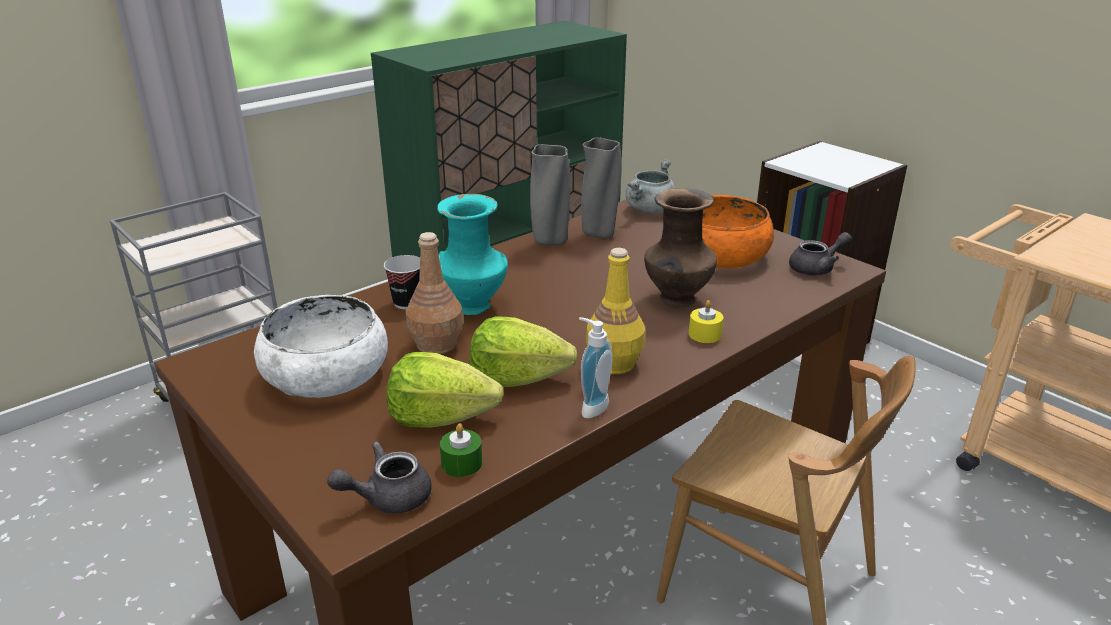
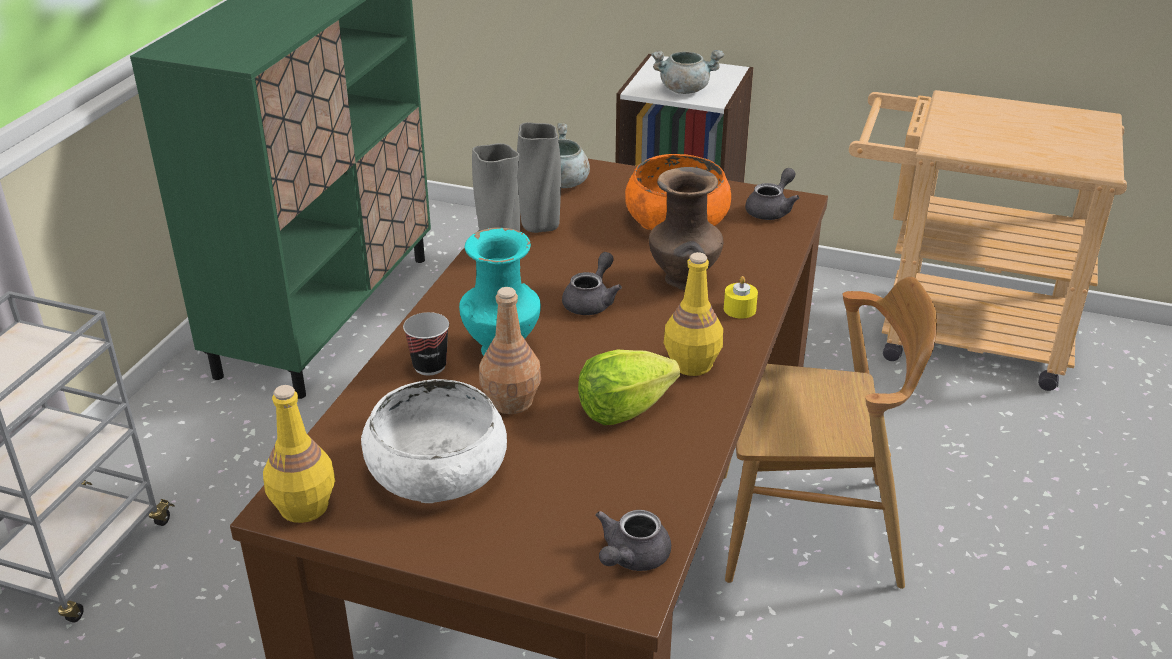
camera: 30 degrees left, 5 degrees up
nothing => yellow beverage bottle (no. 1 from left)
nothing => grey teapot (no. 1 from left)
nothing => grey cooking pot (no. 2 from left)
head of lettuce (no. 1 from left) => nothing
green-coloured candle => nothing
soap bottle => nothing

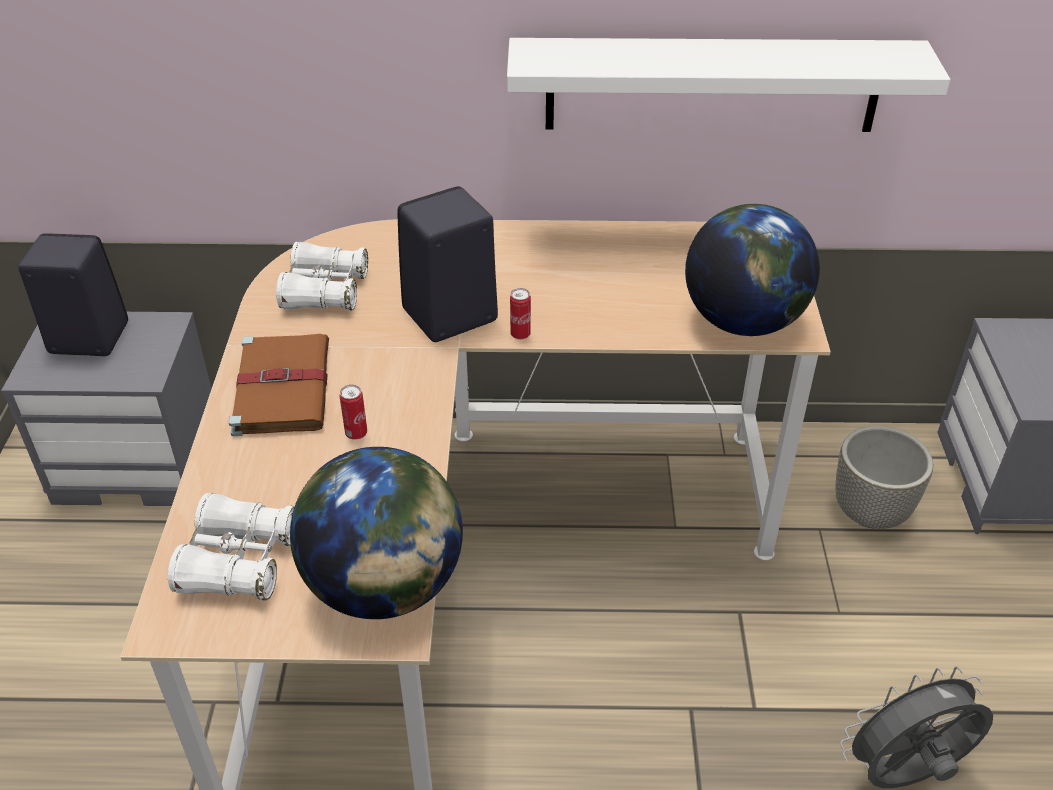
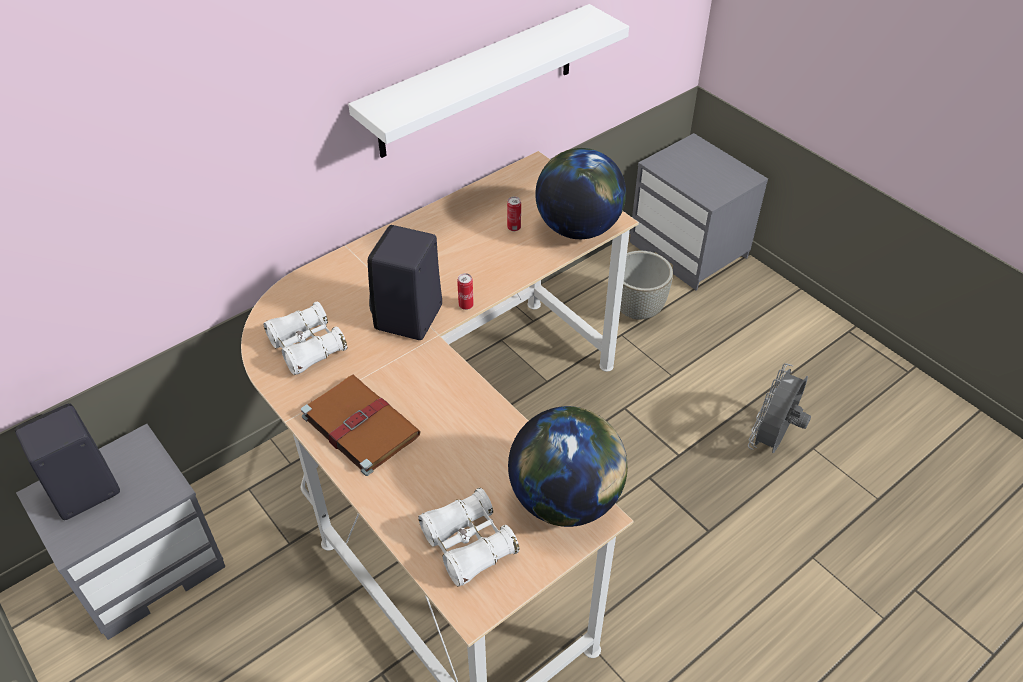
camera: 40 degrees left, 5 degrees up
sealed can (no. 1 from left in the first image) => sealed can (no. 2 from left), shifted

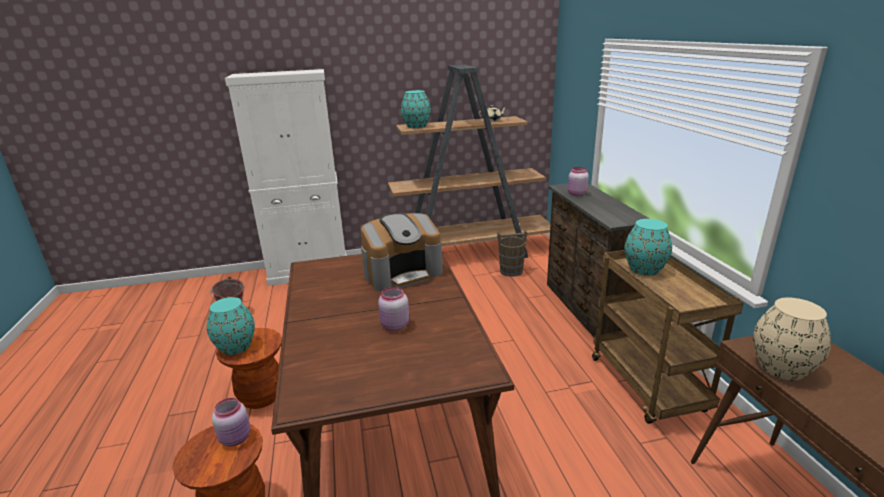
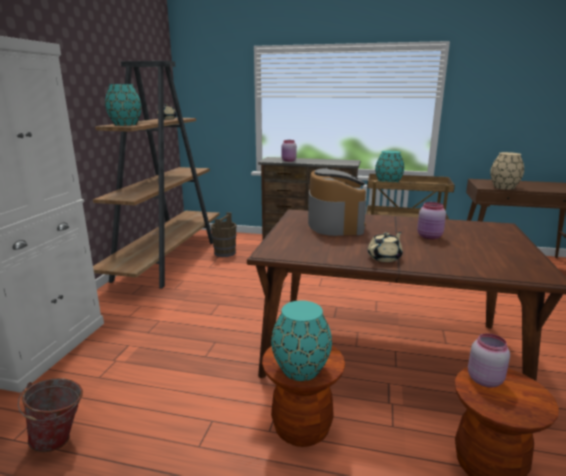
camera: 65 degrees left, 5 degrees down
nothing => sand-coloured teapot (no. 2 from left)

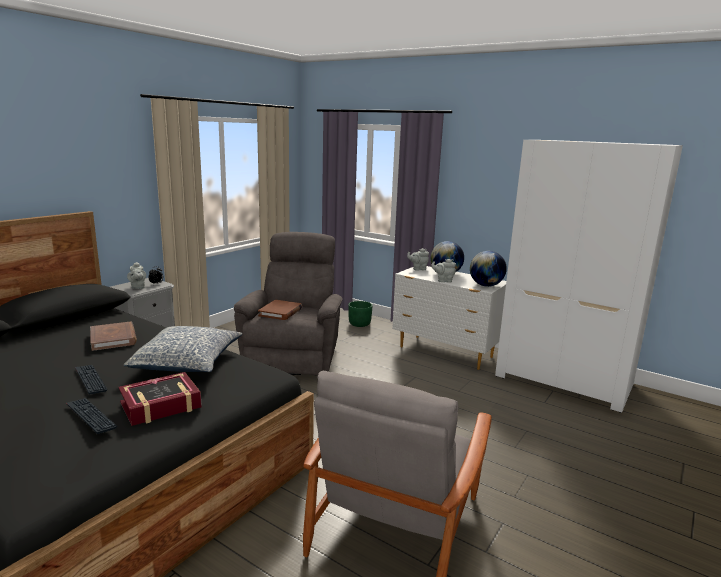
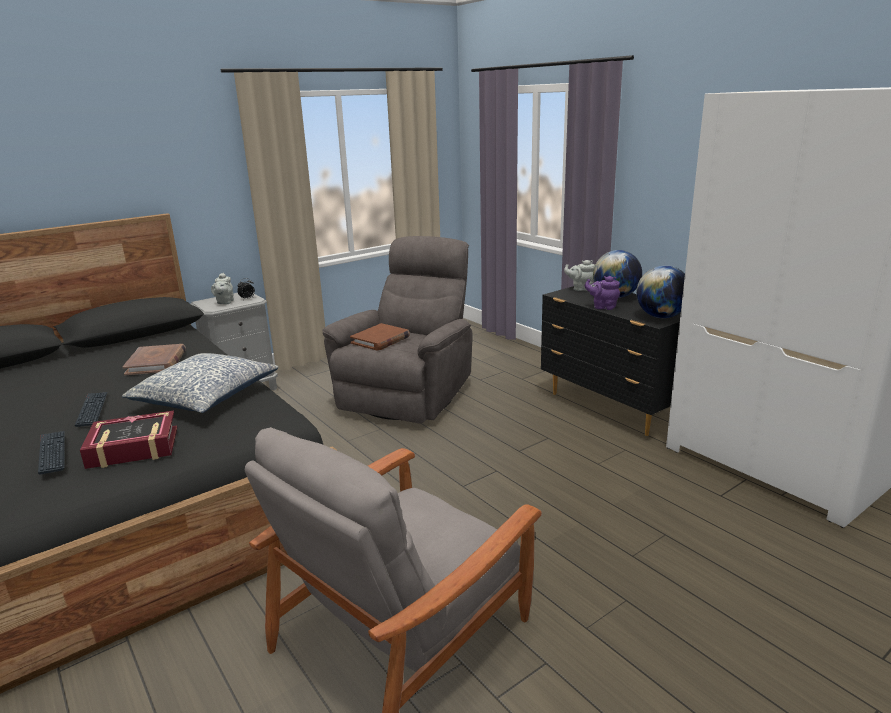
camera: 20 degrees right, 5 degrees up
white-coloured drawer chest => blackish drawer chest
grey teapot (no. 3 from left) => purple teapot
green-coloured flower pot => nothing

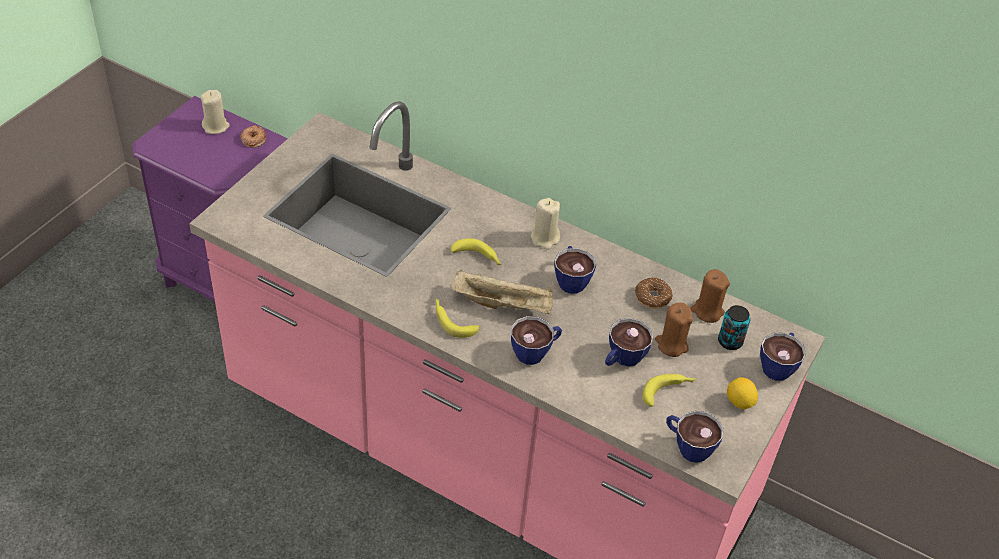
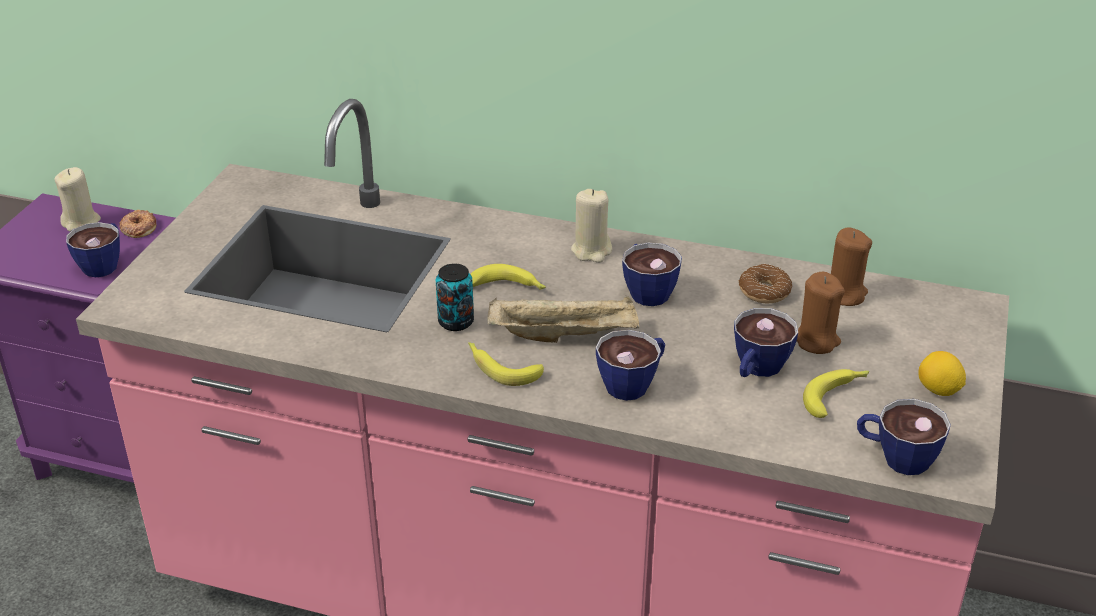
camera: 10 degrees left, 10 degrees down
drinking cup (no. 5 from left in the first image) => drinking cup (no. 1 from left), shifted
sealed can, shifted

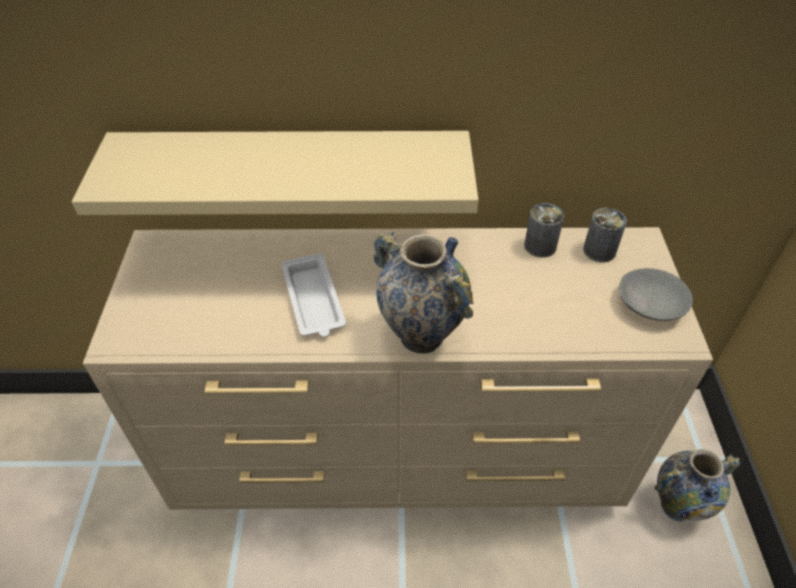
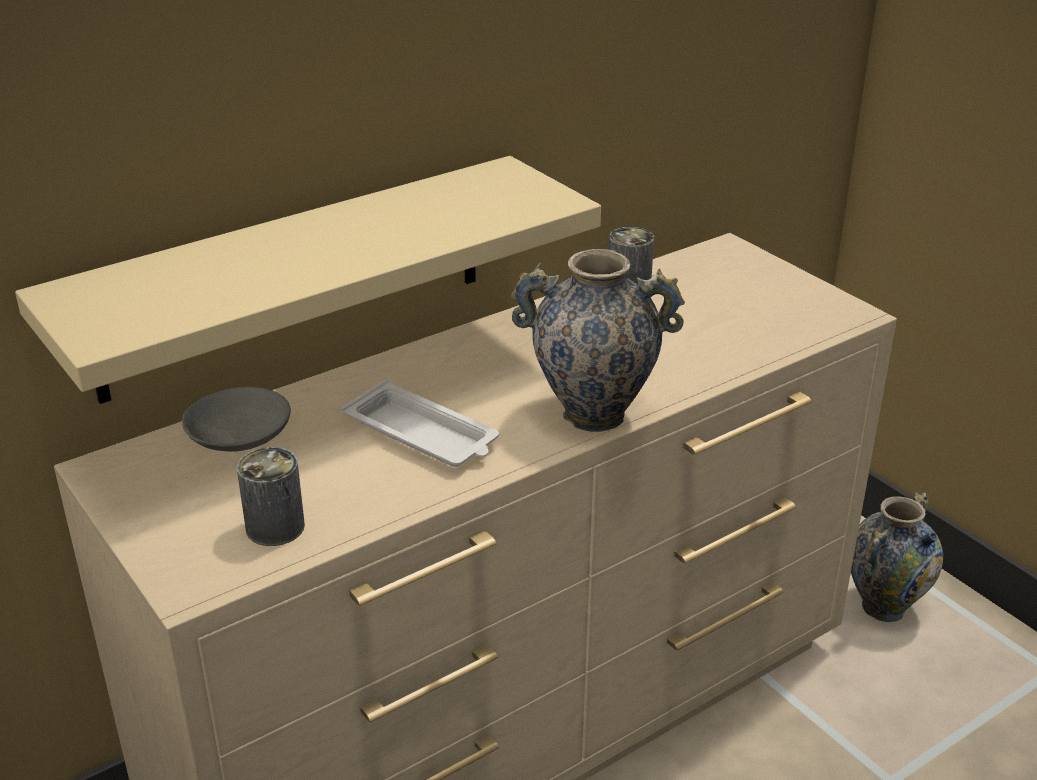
camera: 35 degrees left, 15 degrees down
grey serving bowl, shifted
sealed can (no. 2 from left in the first image) => sealed can (no. 1 from left), shifted

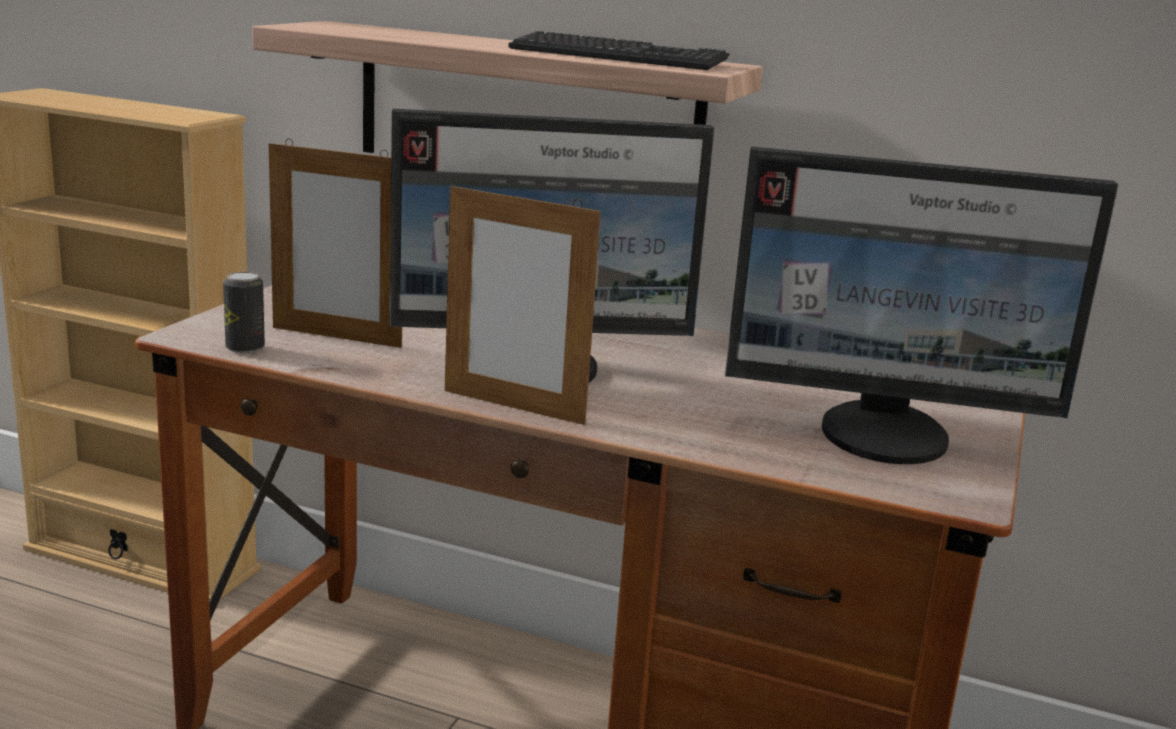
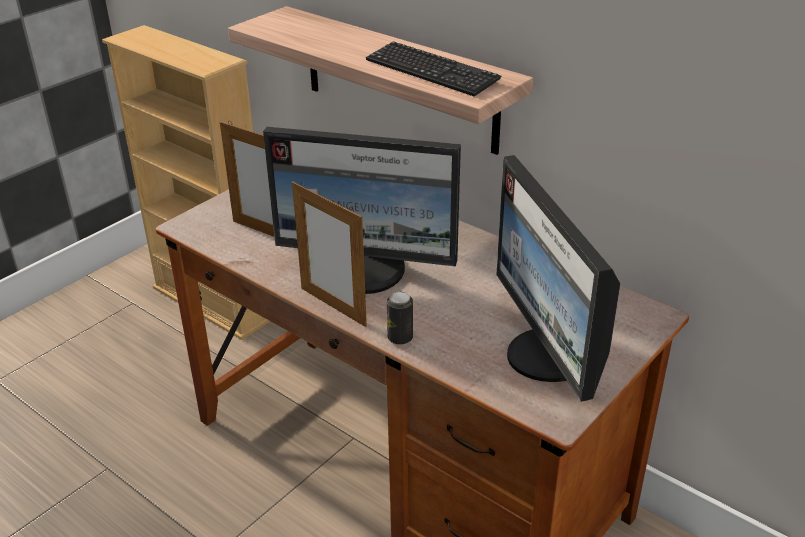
camera: 20 degrees right, 15 degrees up
sealed can, shifted
computer display (no. 2 from left), 45 degrees clockwise

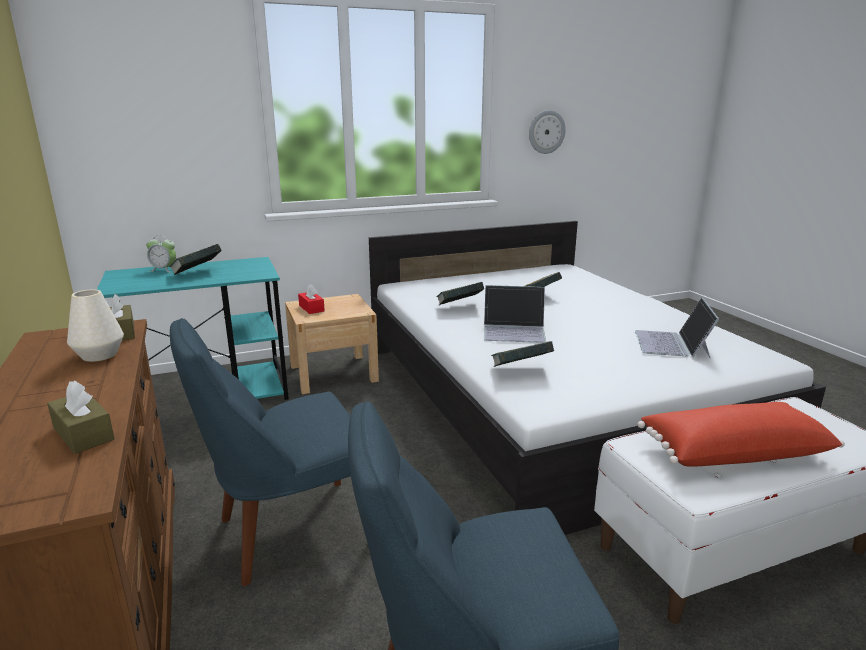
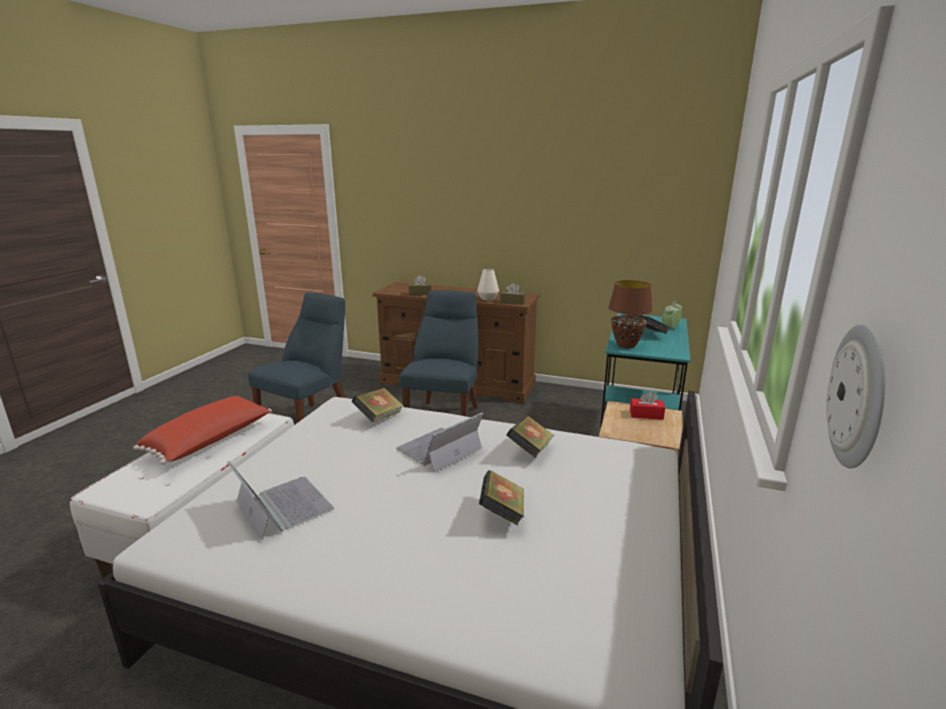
camera: 130 degrees right, 0 degrees up
nothing => brownish table lamp

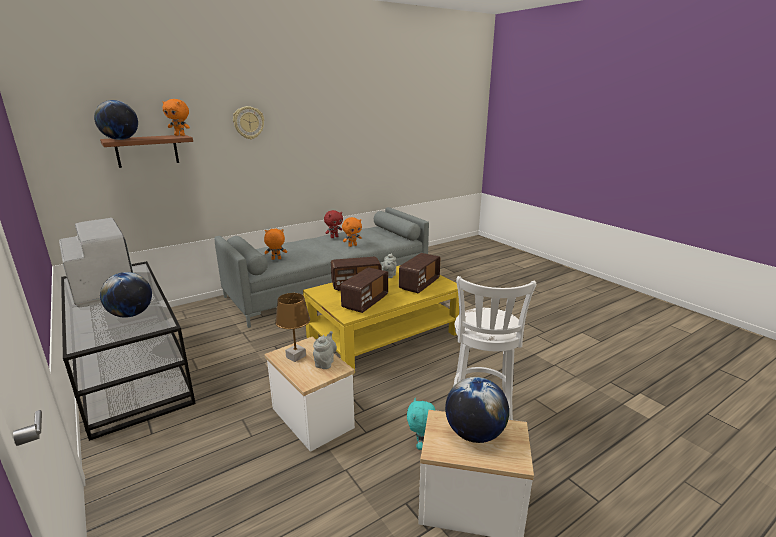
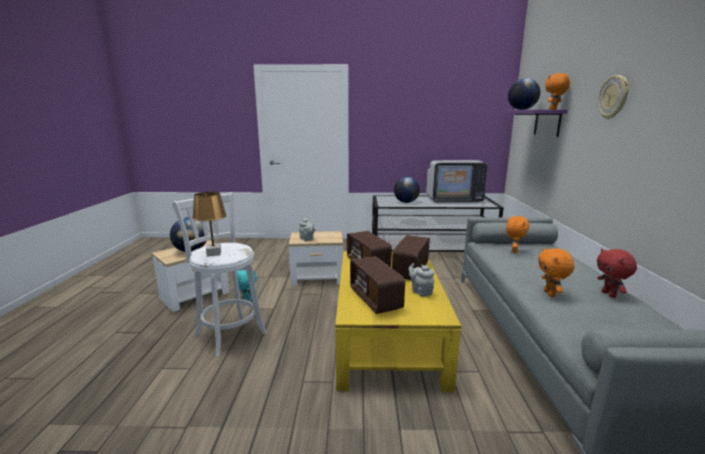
camera: 125 degrees right, 5 degrees down
brownish table lamp, shifted
brownish wall shelf => purple wall shelf

